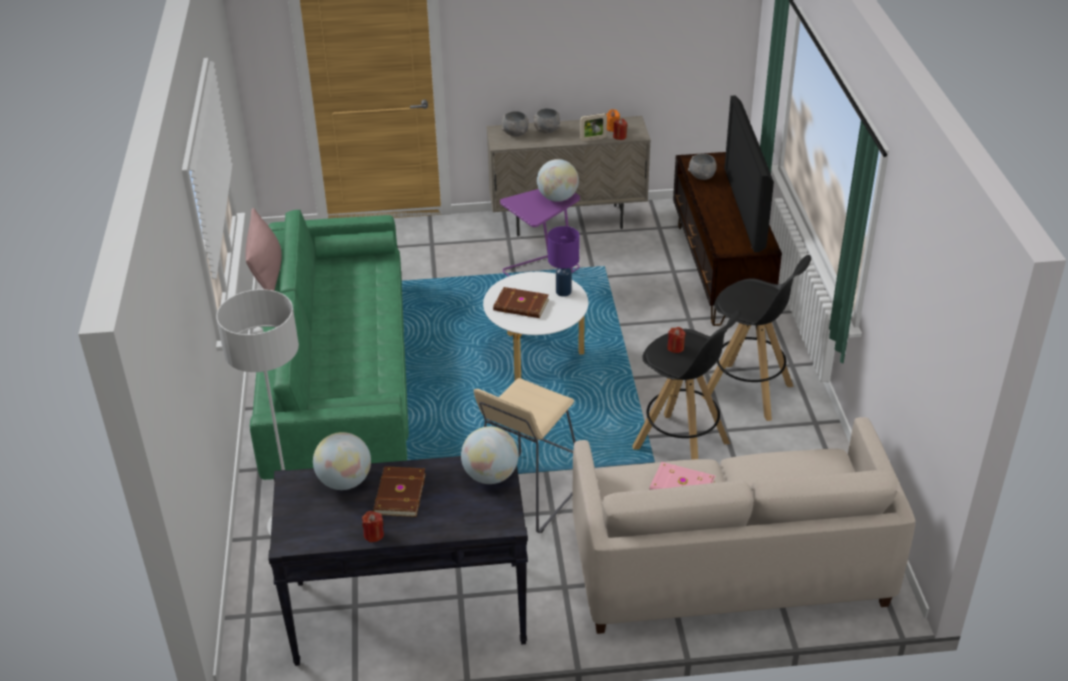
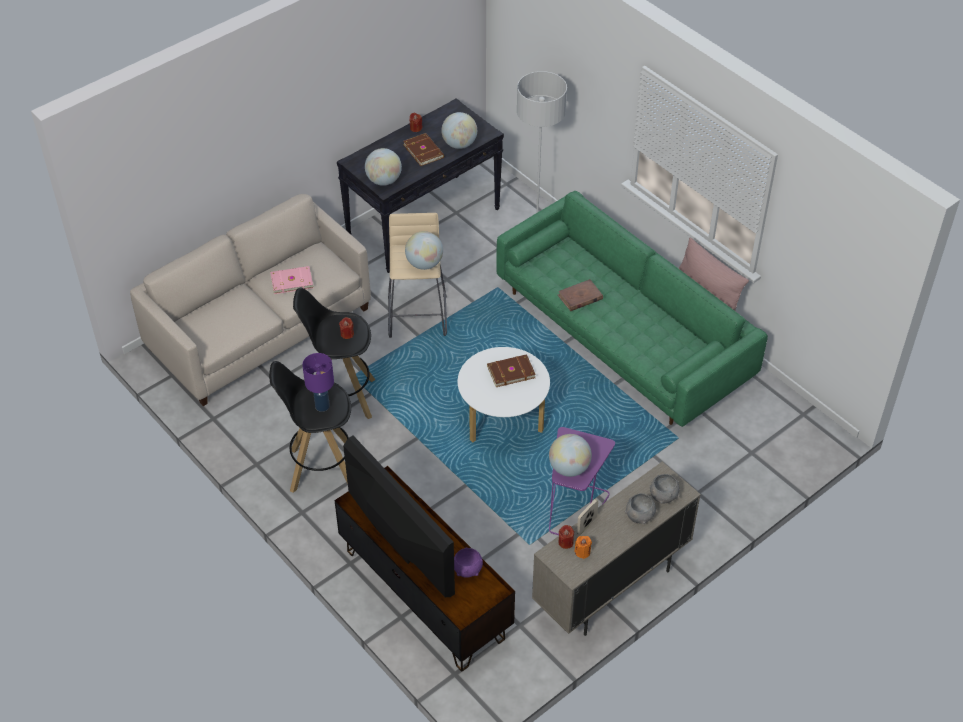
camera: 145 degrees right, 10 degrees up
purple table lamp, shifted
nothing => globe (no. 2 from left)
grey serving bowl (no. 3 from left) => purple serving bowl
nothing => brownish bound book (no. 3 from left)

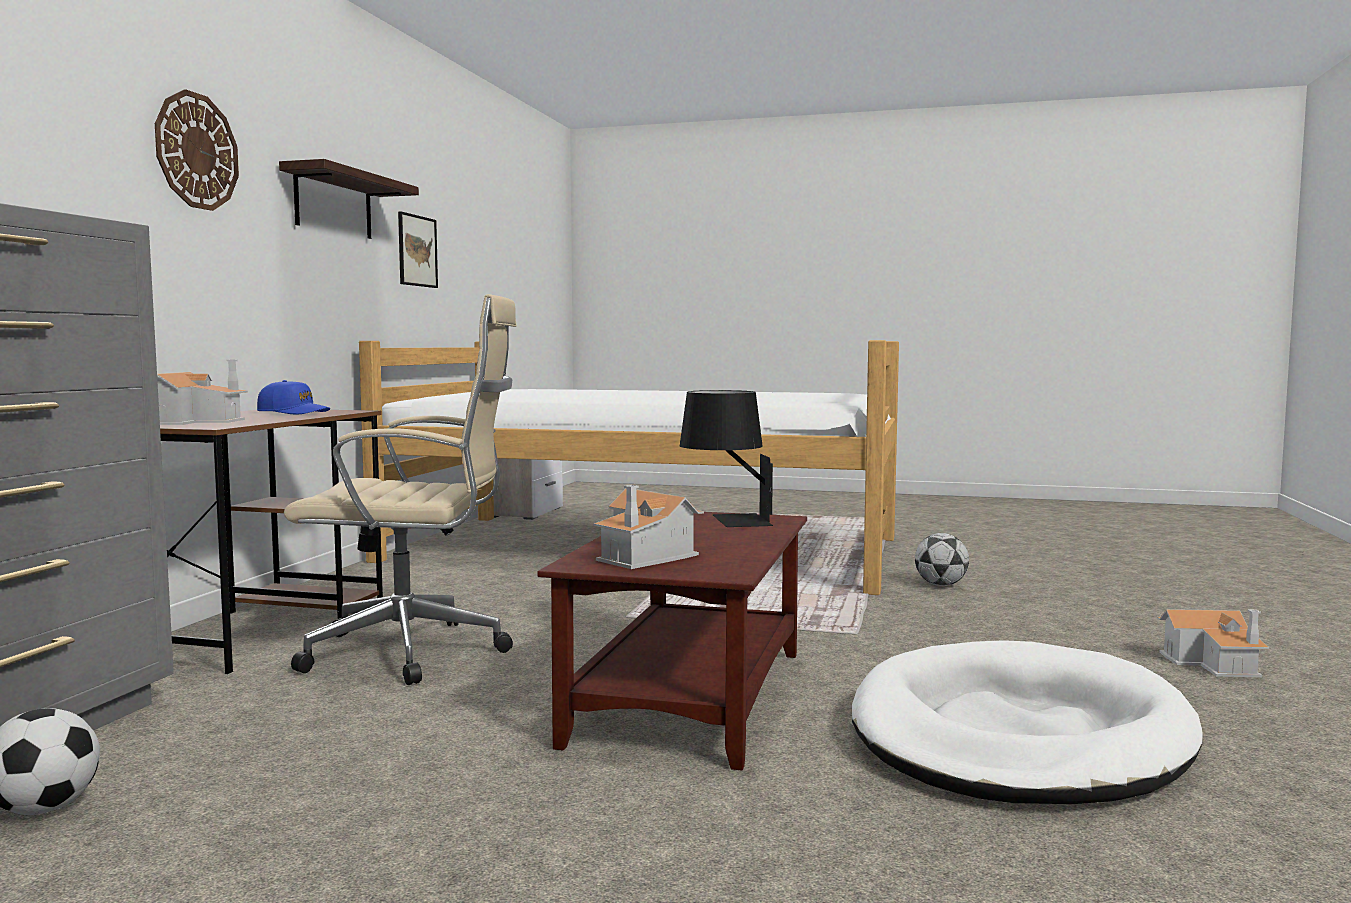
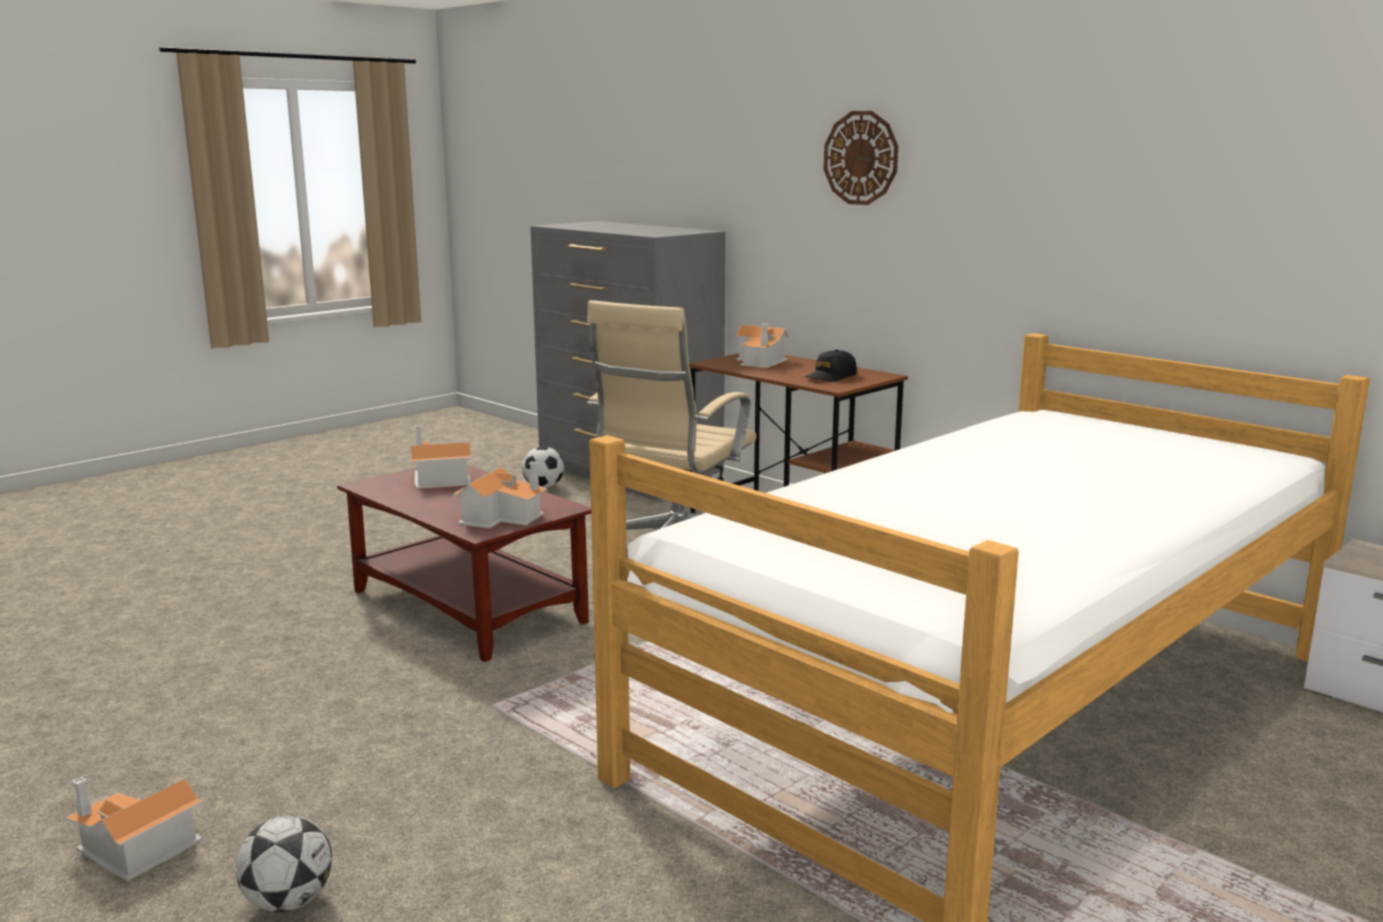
camera: 120 degrees right, 10 degrees up
ball for football (no. 2 from left in the first image) => ball for football (no. 1 from left), shifted
blackish table lamp => model house (no. 3 from left)
blue cap => blackish cap
wall shelf => nothing
wall picture => nothing
white-coloured dog cushion => nothing

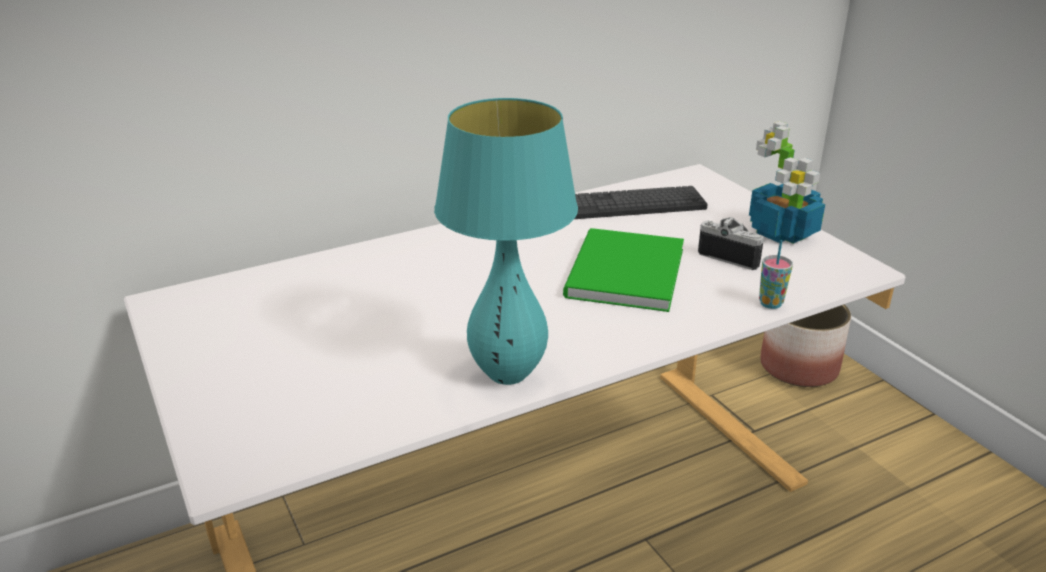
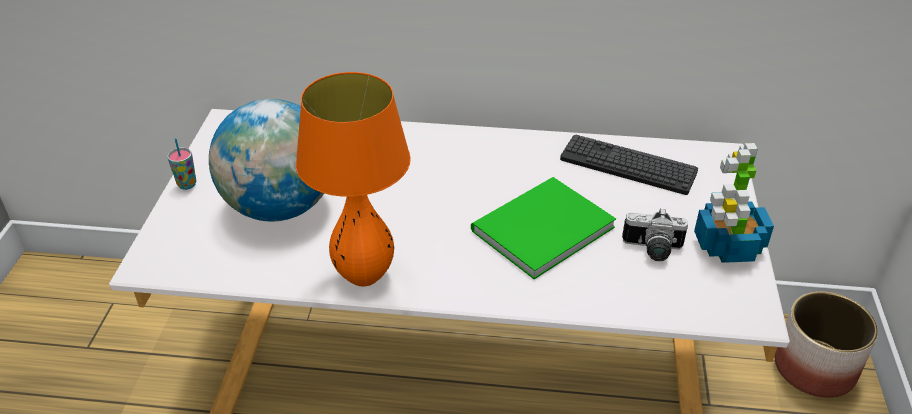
camera: 35 degrees right, 10 degrees up
drinking cup, shifted
nothing => globe
blue-green table lamp => orange-coloured table lamp
photo camera, 120 degrees clockwise

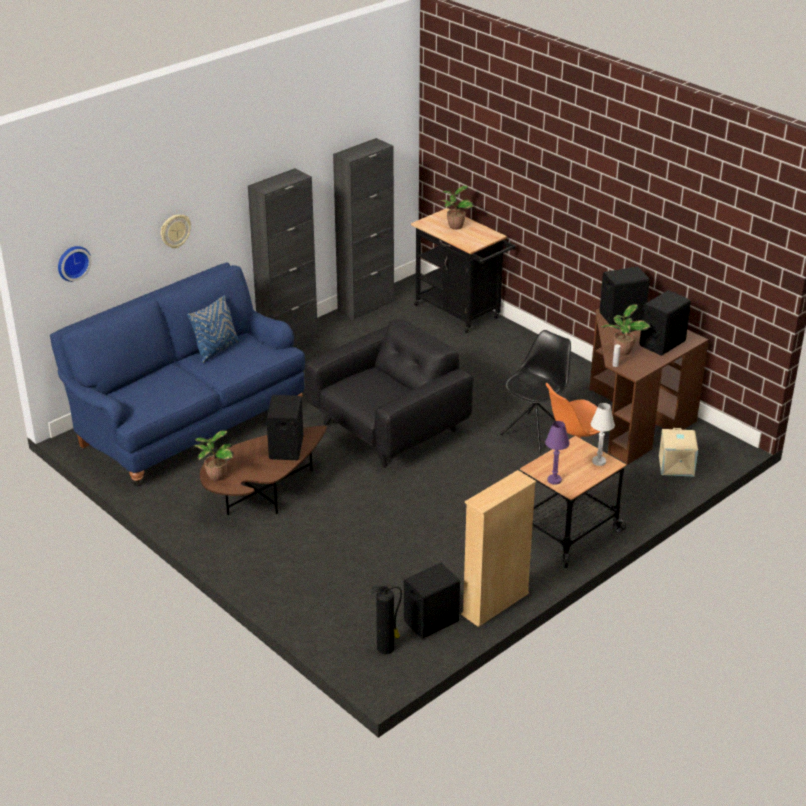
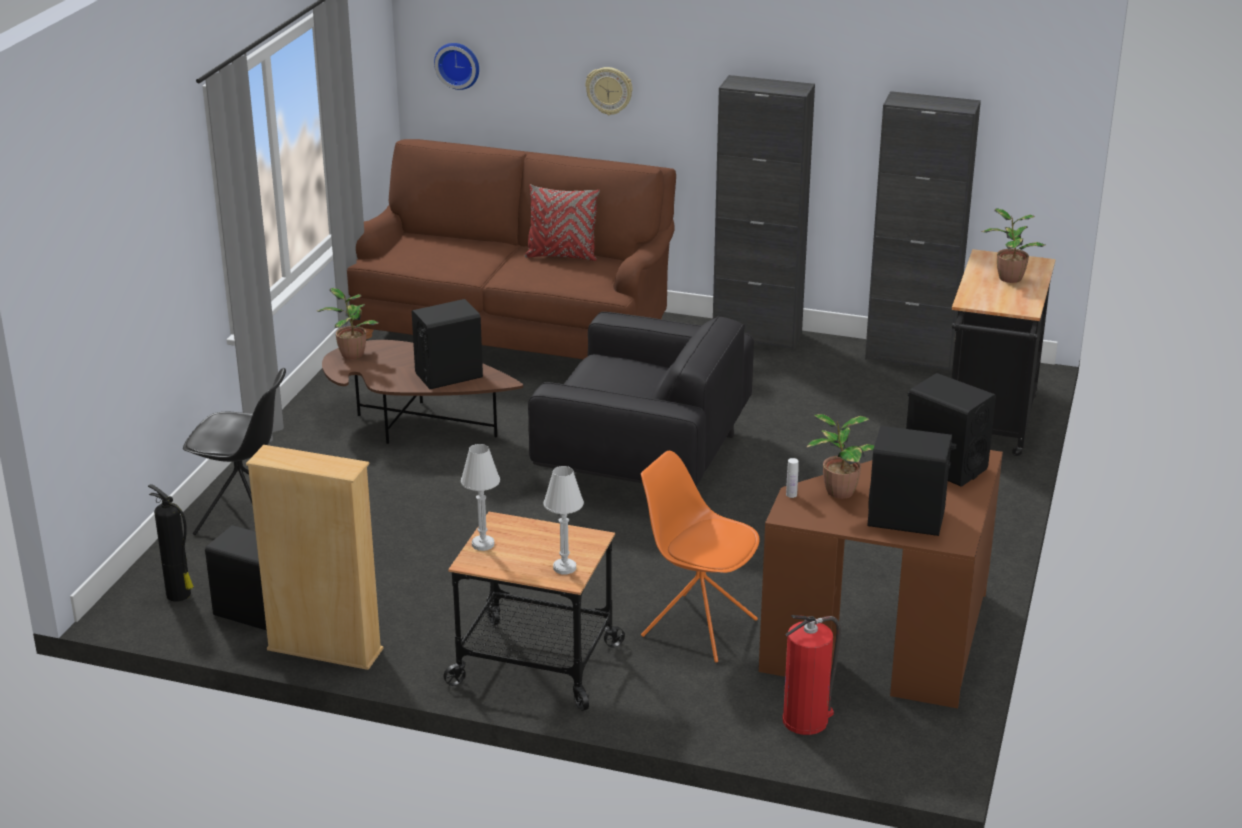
camera: 60 degrees right, 5 degrees down
blackish plain chair, shifted
blue couch => brownish couch
purple table lamp => white-coloured table lamp (no. 1 from left)
blue throw pillow => red throw pillow
sand-coloured storage box => fire-fighting cylinder (no. 2 from left)

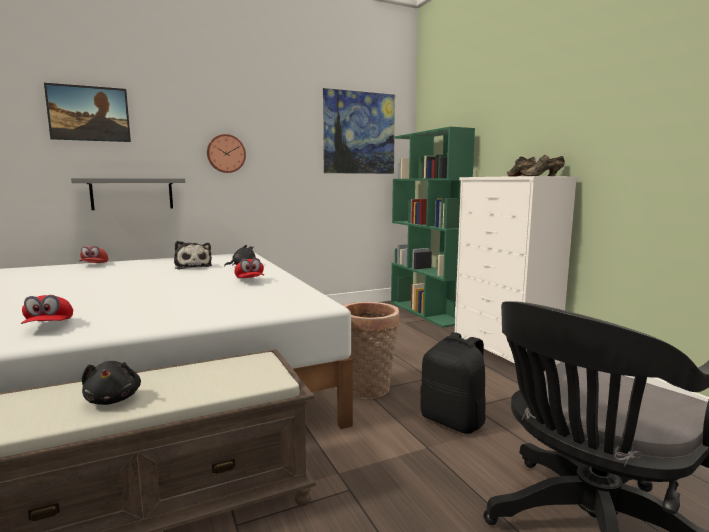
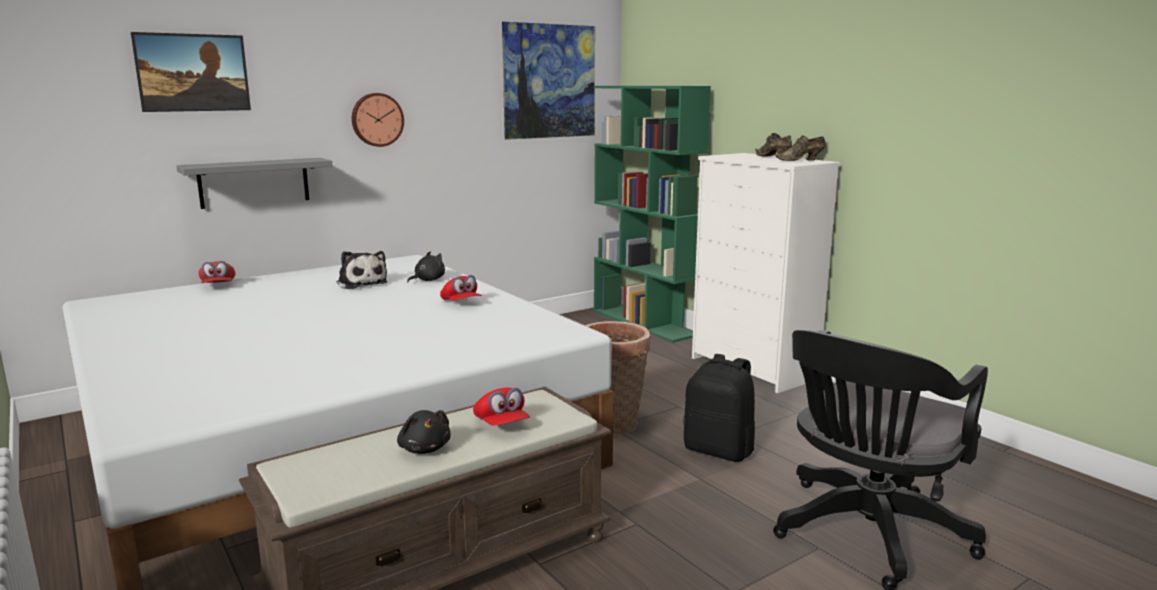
camera: 10 degrees left, 5 degrees up
red cap (no. 1 from left in the first image) => red cap (no. 3 from left), shifted

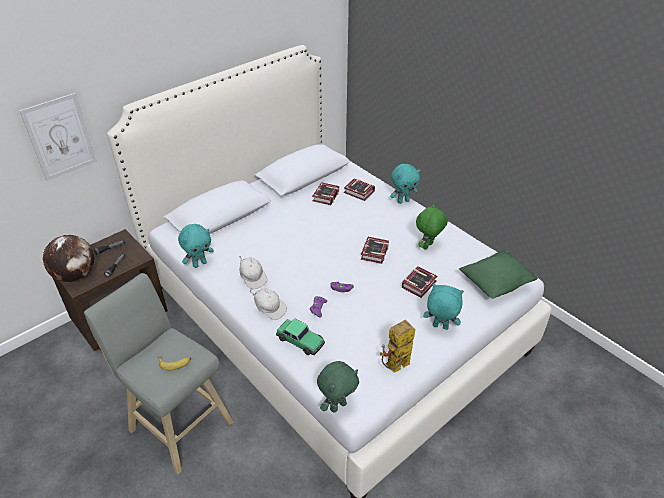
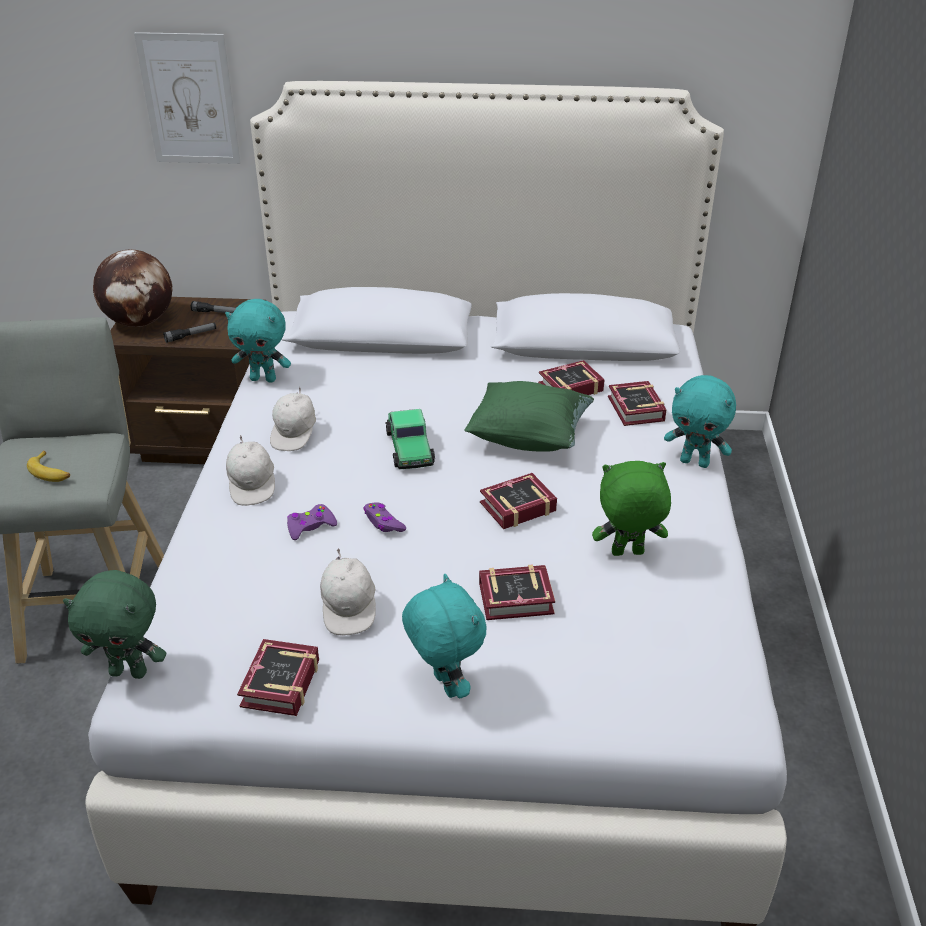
camera: 45 degrees right, 5 degrees down
toy robot => bound book (no. 1 from left)
nothing => white-coloured cap (no. 3 from left)
model car, shifted
green-coloured throw pillow, shifted

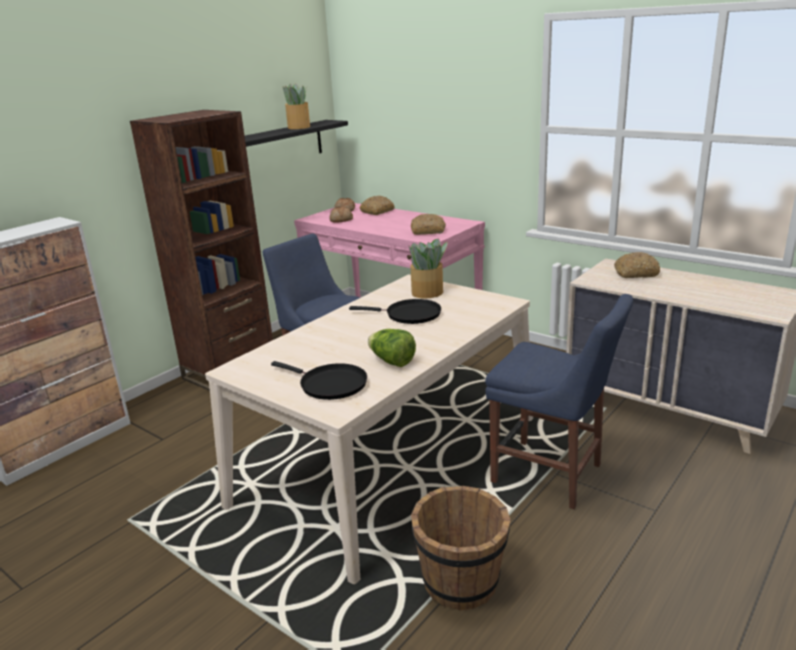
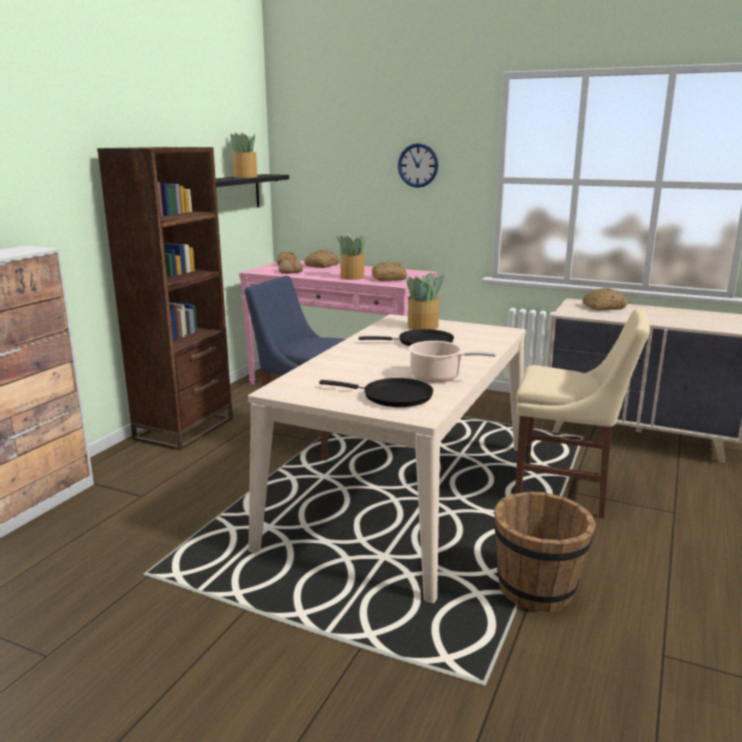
camera: 15 degrees left, 5 degrees down
nothing => potted plant (no. 2 from left)
nothing => hanging clock
head of lettuce => cooking pot
blue plain chair (no. 2 from left) => sand-coloured plain chair

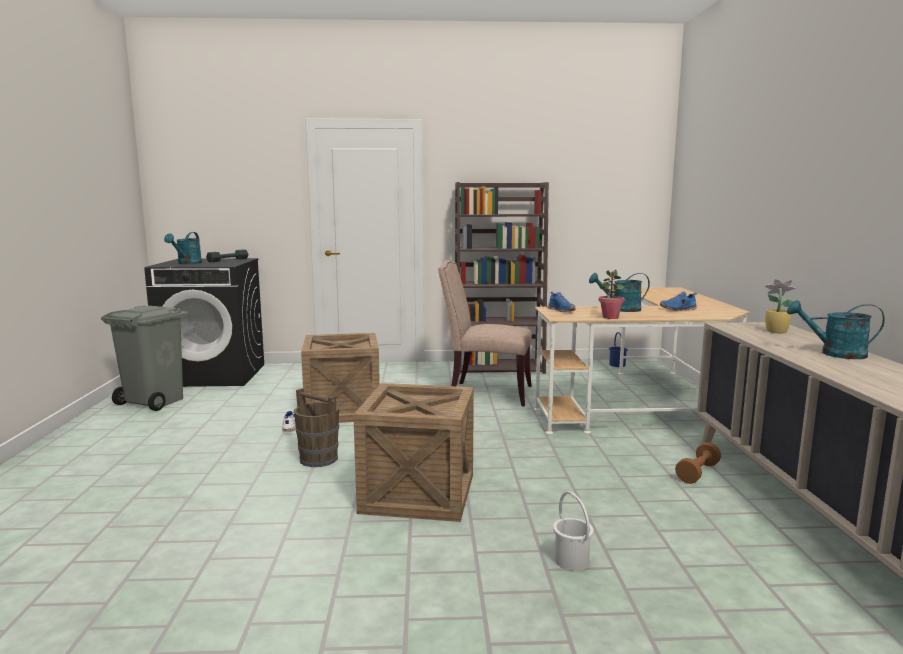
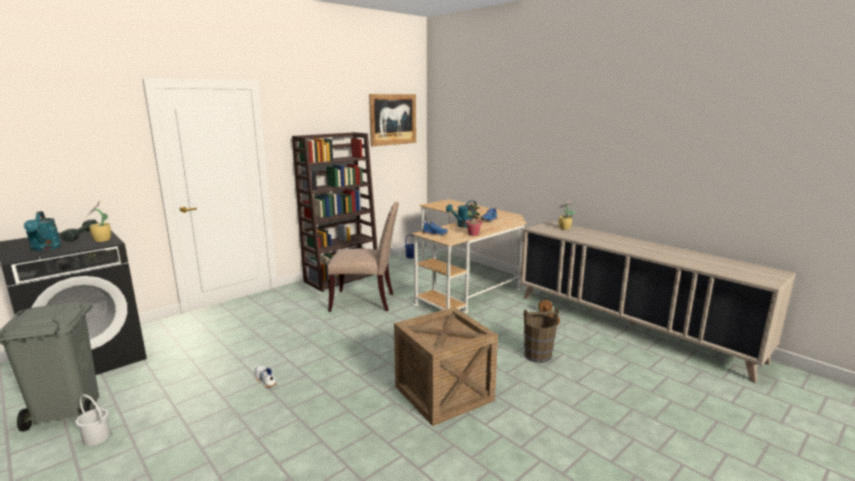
camera: 40 degrees left, 5 degrees up
white-coloured water bucket, shifted
nothing => potted plant (no. 1 from left)
sand-coloured plain chair, 150 degrees counterclockwise
nothing => wall picture
brownish water bucket, shifted
shipping crate (no. 1 from left) => nothing
blue-green watering can (no. 3 from left) => nothing

